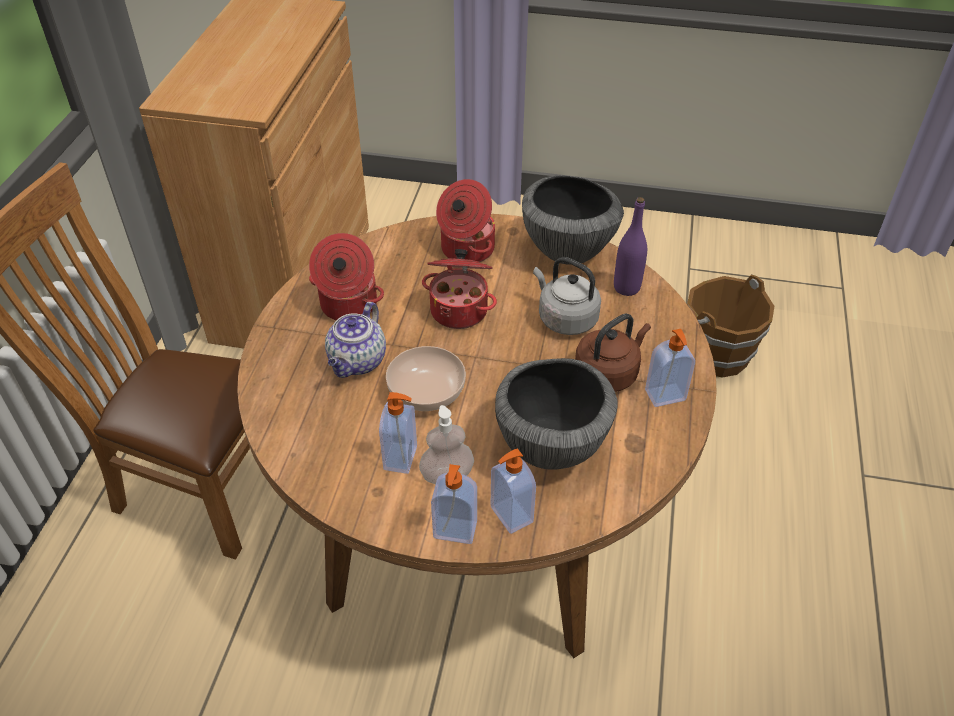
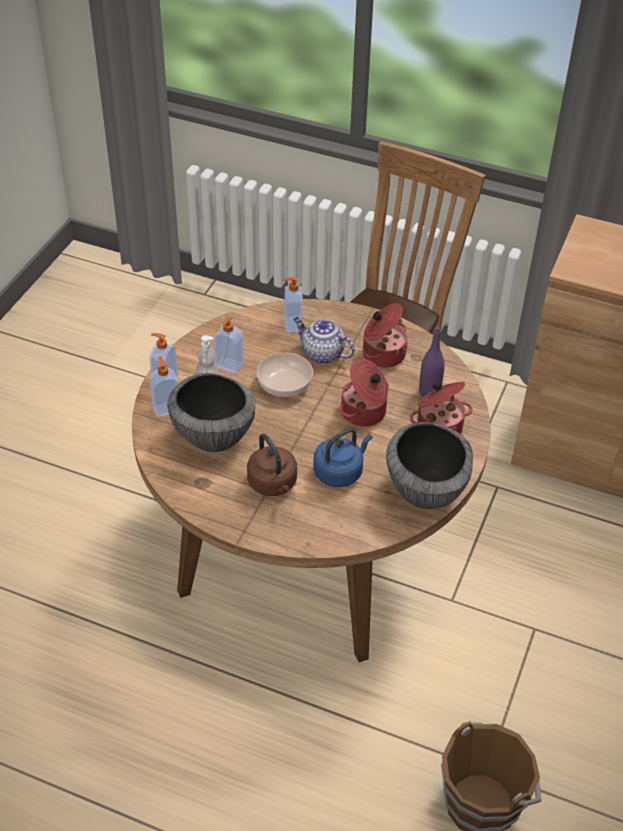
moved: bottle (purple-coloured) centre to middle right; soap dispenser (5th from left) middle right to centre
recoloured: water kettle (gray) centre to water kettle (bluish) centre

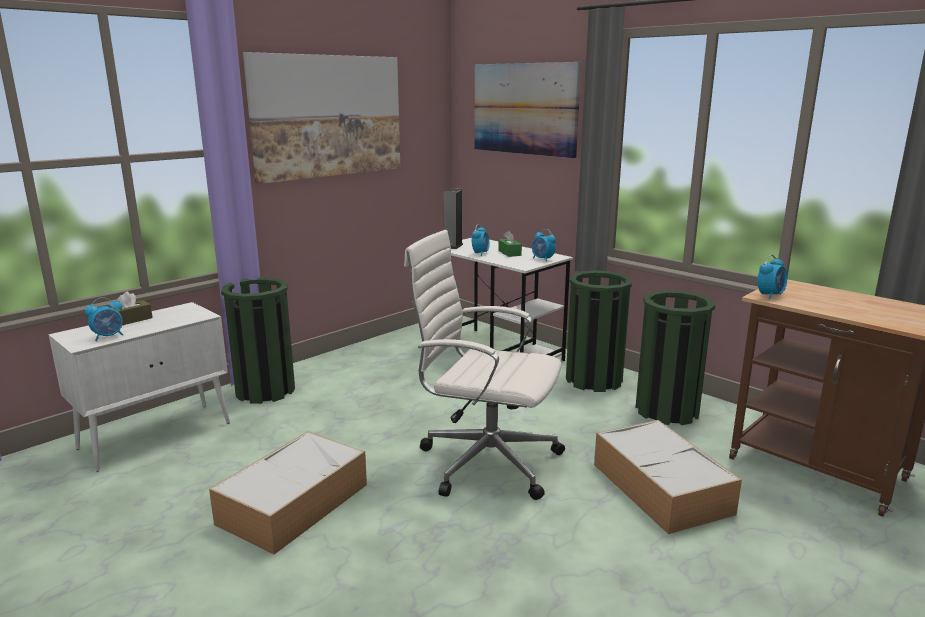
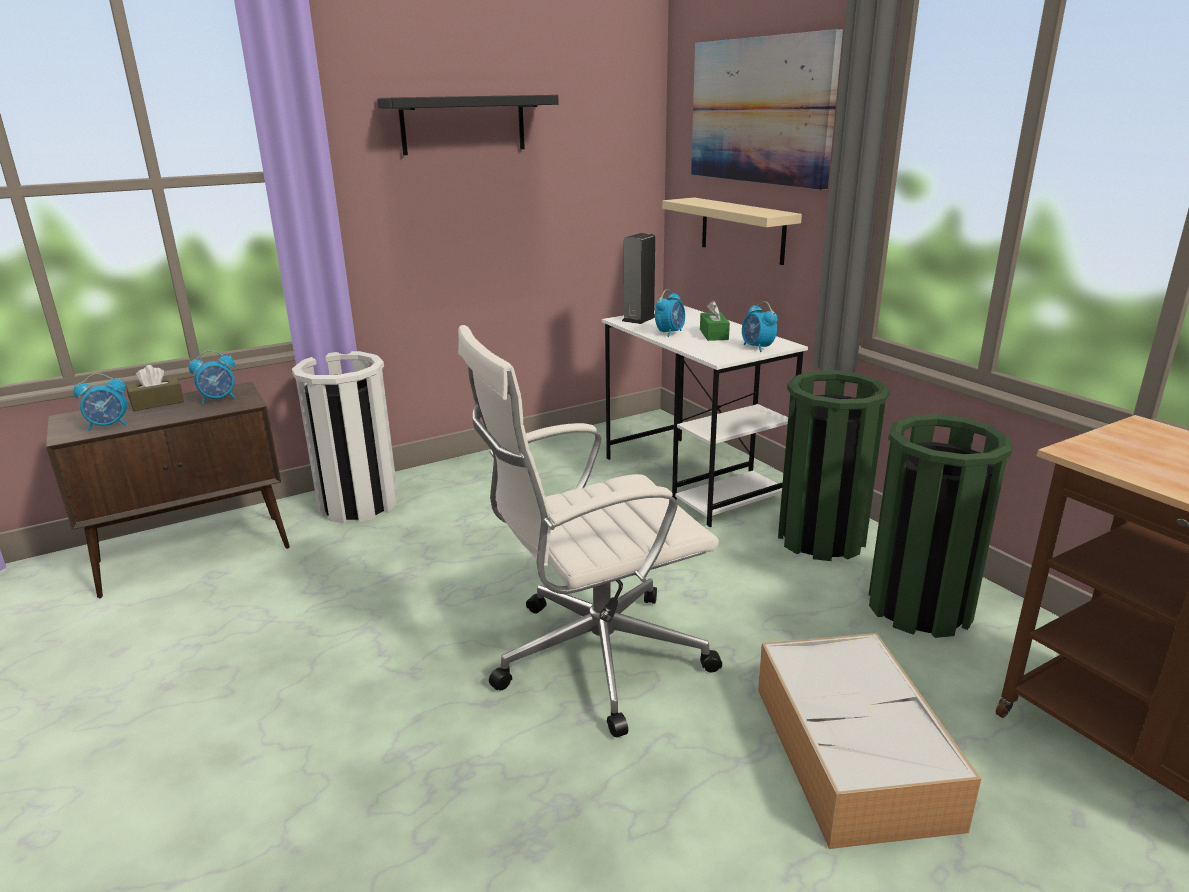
removed: storage bin (1st from left) bottom left
added: shelf (beige-coloured) top centre
moved: bedside clock (4th from left in the first image) middle right to bedside clock (2nd from left) middle left
replaced: wall picture (1st from left) top centre to shelf (blackish) top centre
recoloured: cabinet (whitish) middle left to cabinet (brown) middle left; rubbish bin (greenish) (1st from left) middle left to rubbish bin (whitish) middle left
turned: desk chair (whitish) centre = centre 60 degrees counterclockwise

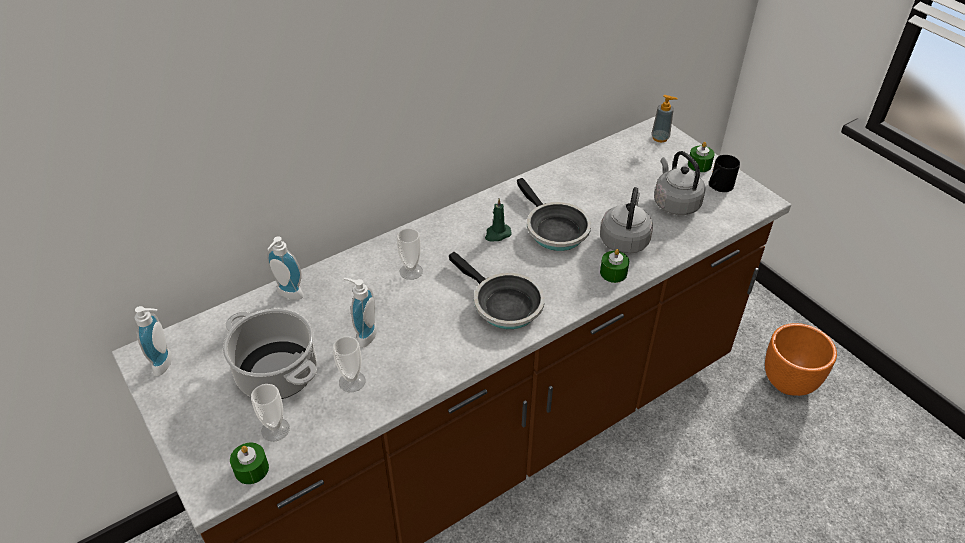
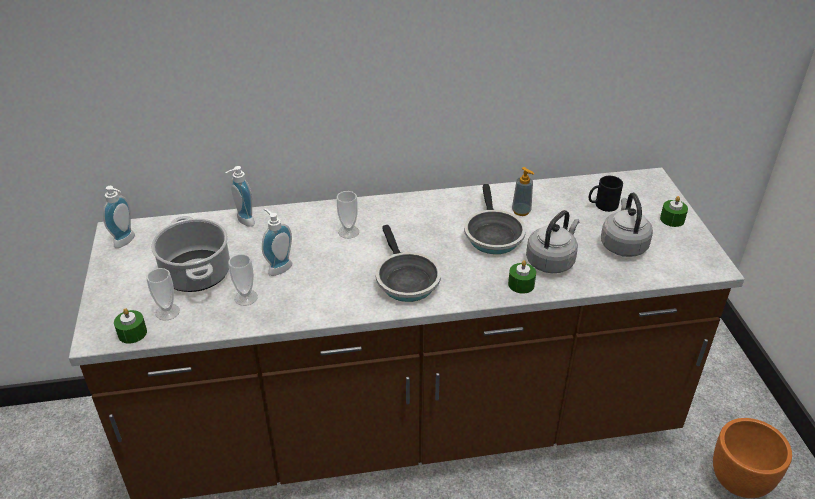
removed: wax candle (greenish) (2nd from left) centre
moved: soap dispenser (4th from left) top right to centre; tea mug (blackish) top right to middle right

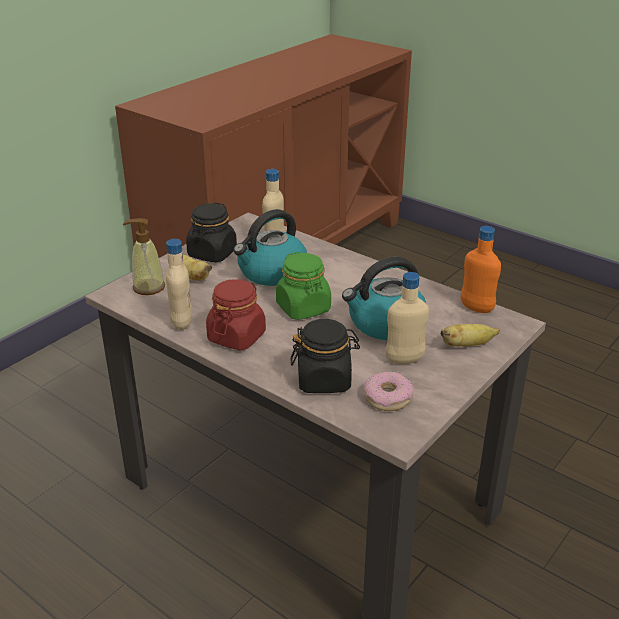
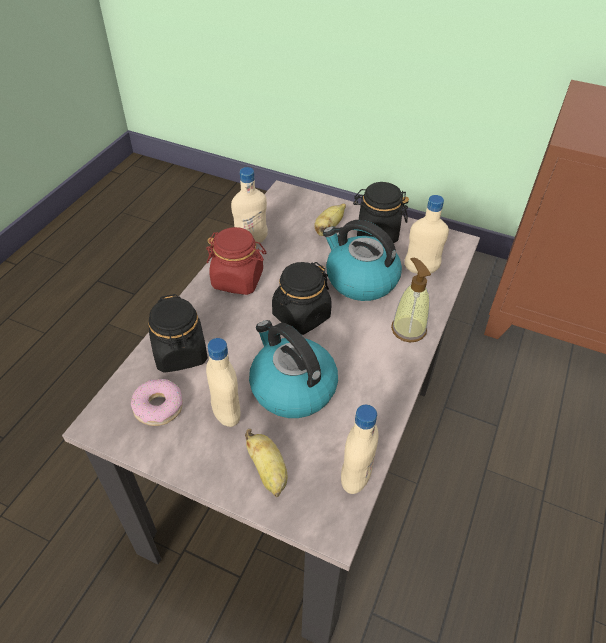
moved: soap dispenser middle left to middle right
recoloured: preserve jar (greenish) centre to preserve jar (blackish) (2nd from left) centre; bottle (orange) middle right to bottle (beige-coloured) (3rd from left) bottom centre

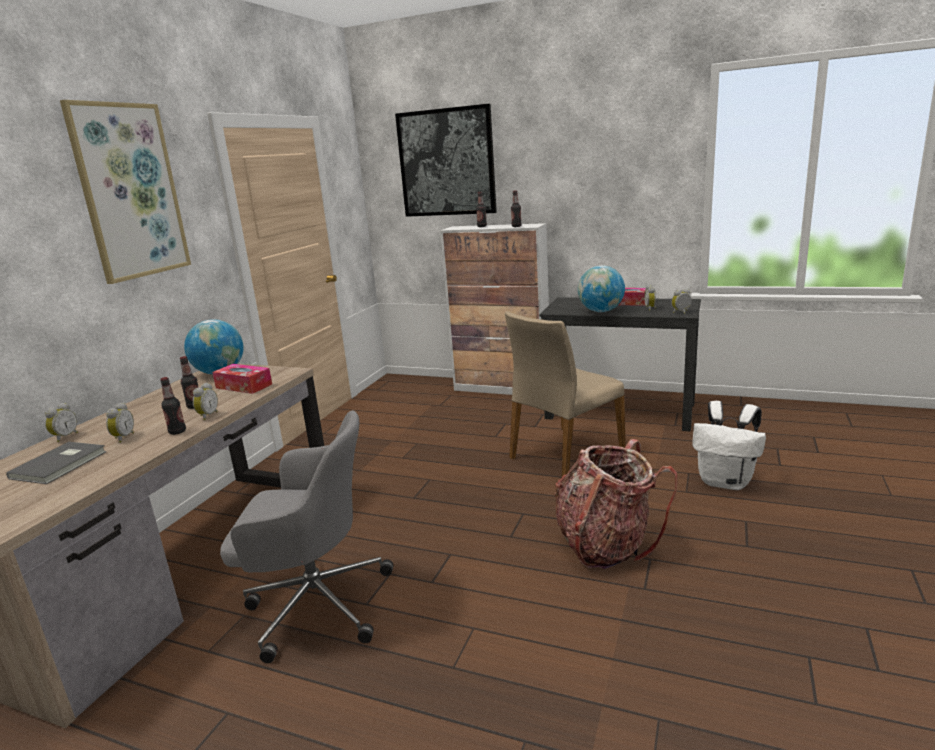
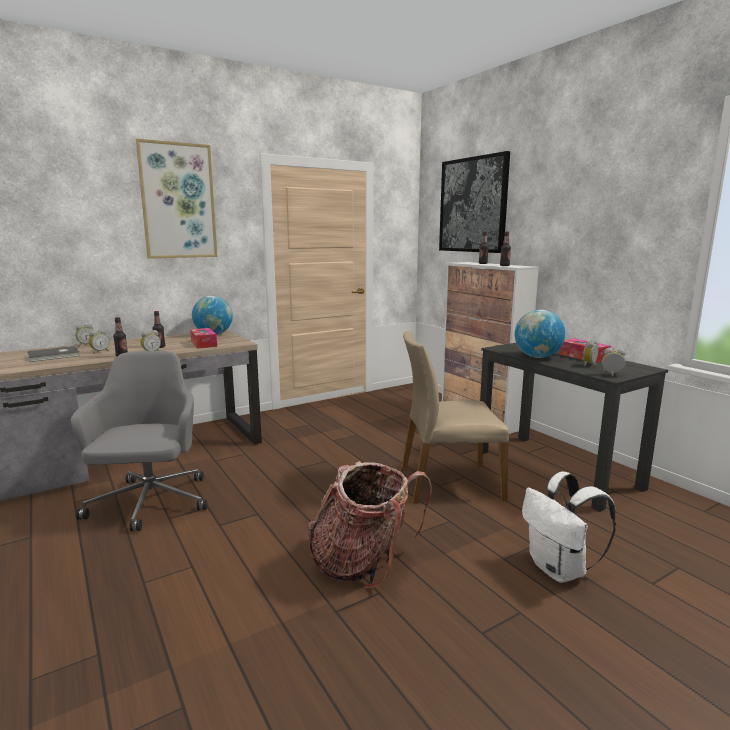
turned: desk chair (gray) bottom left = middle left 135 degrees counterclockwise

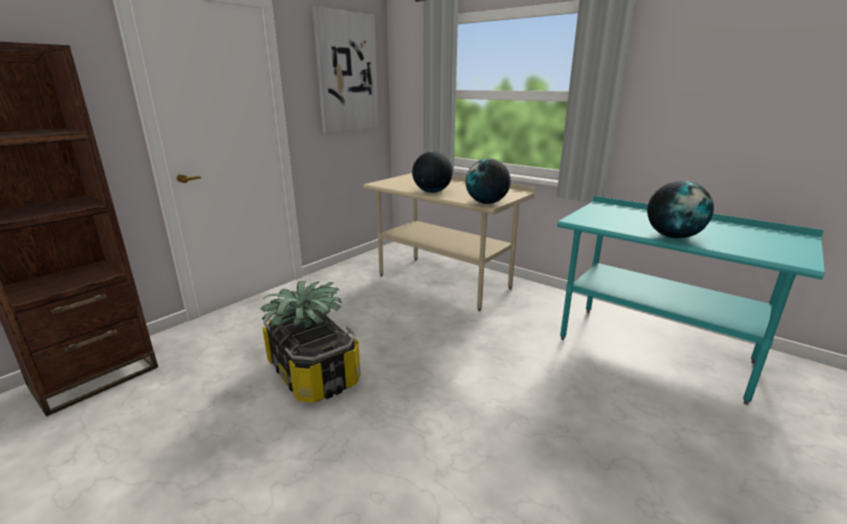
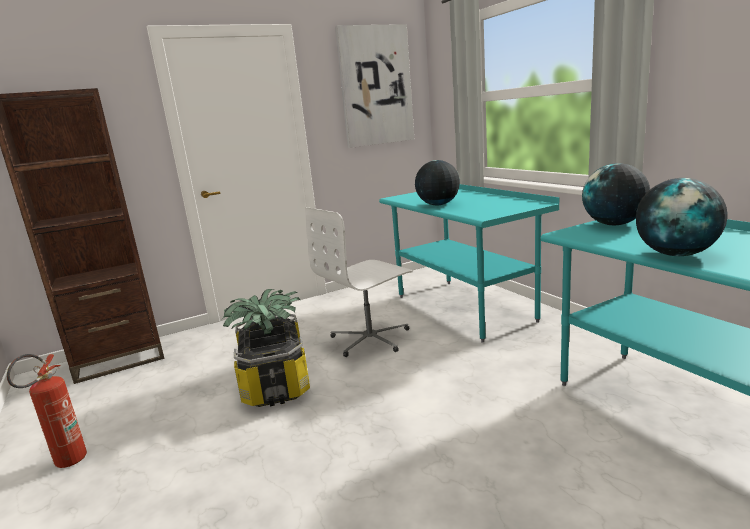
added: fire-fighting cylinder bottom left; desk chair (whitish) centre
moved: desk globe (2nd from left) centre to middle right
recoloured: desk table (beige-coloured) centre to desk table (turquoise-coloured) (1st from left) centre

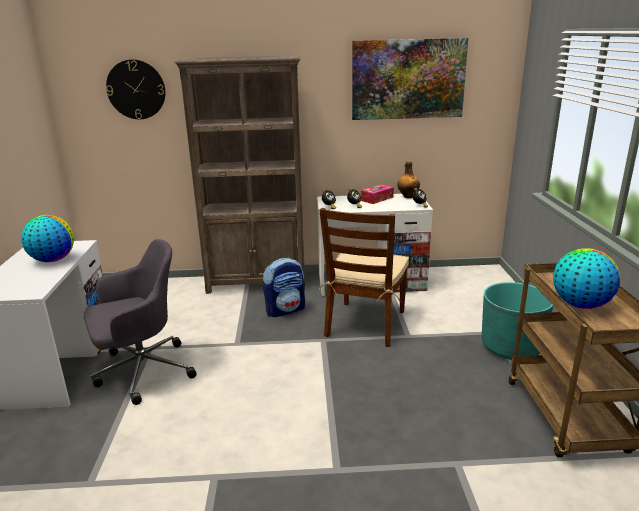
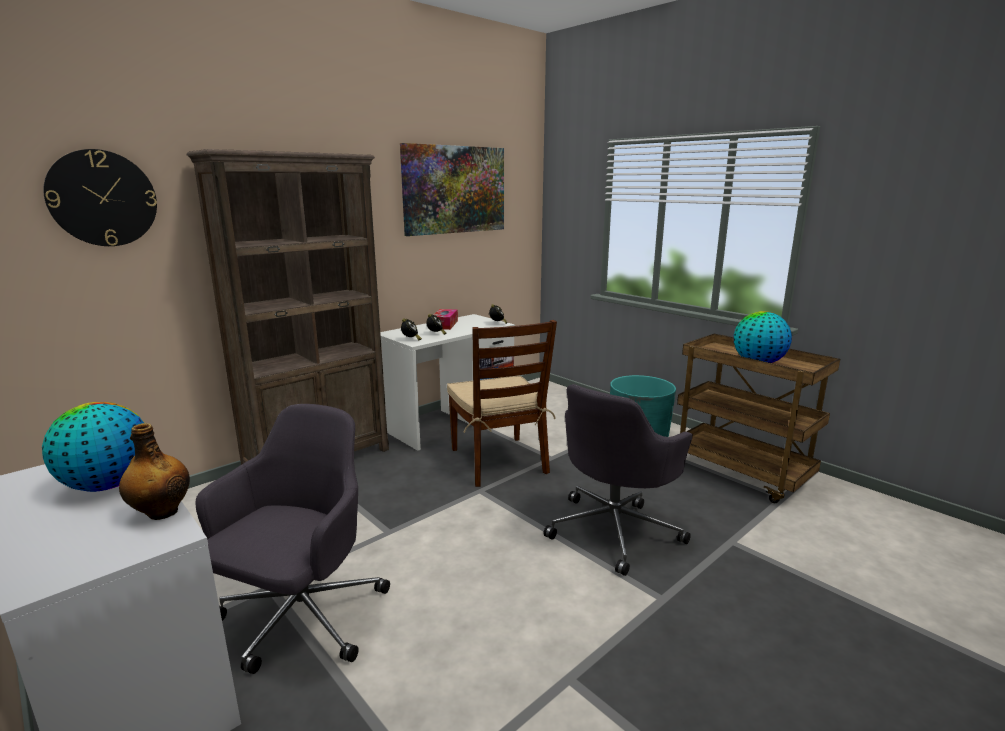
removed: knapsack centre
added: desk chair (gray) (2nd from left) centre
moved: bottle centre to middle left

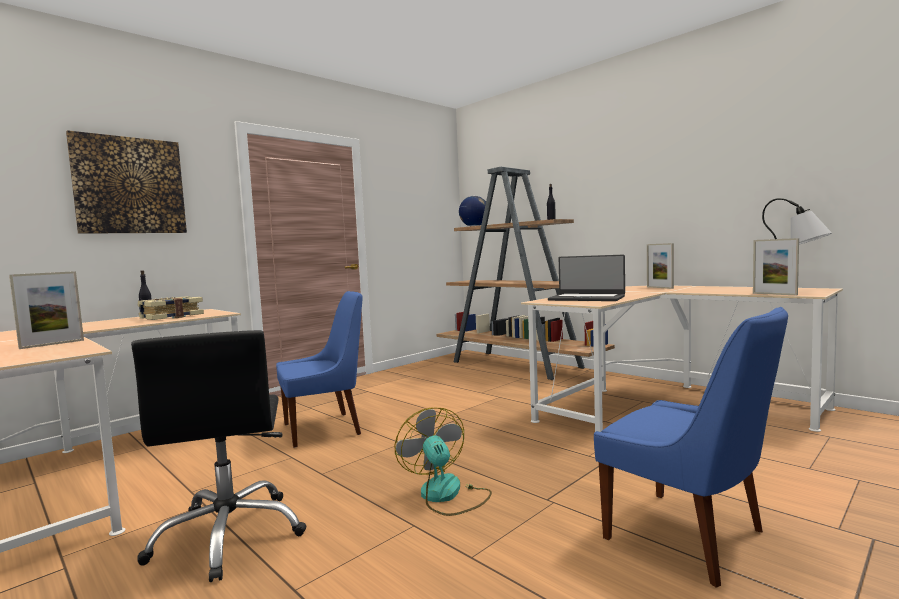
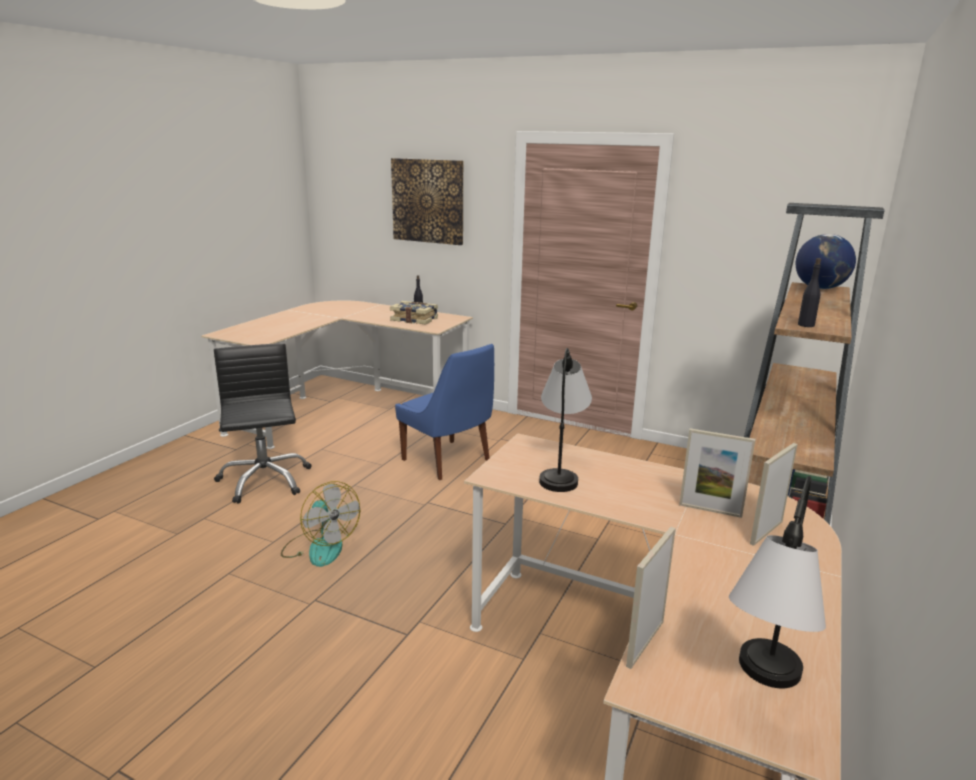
removed: upright chair (bluish) (2nd from left) bottom right
moved: picture frame (1st from left in the first image) middle left to picture frame (2nd from left) middle right
replaced: laptop centre to tabletop lamp (1st from left) centre
turned: desk chair (blackish) bottom left = middle left 105 degrees clockwise; electric fan bottom centre = bottom left 90 degrees clockwise

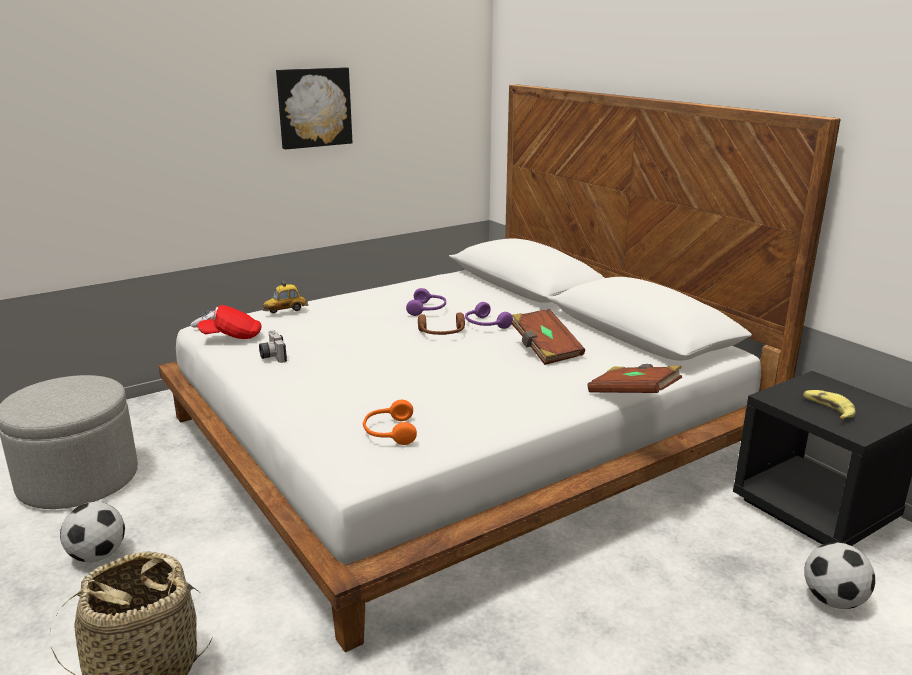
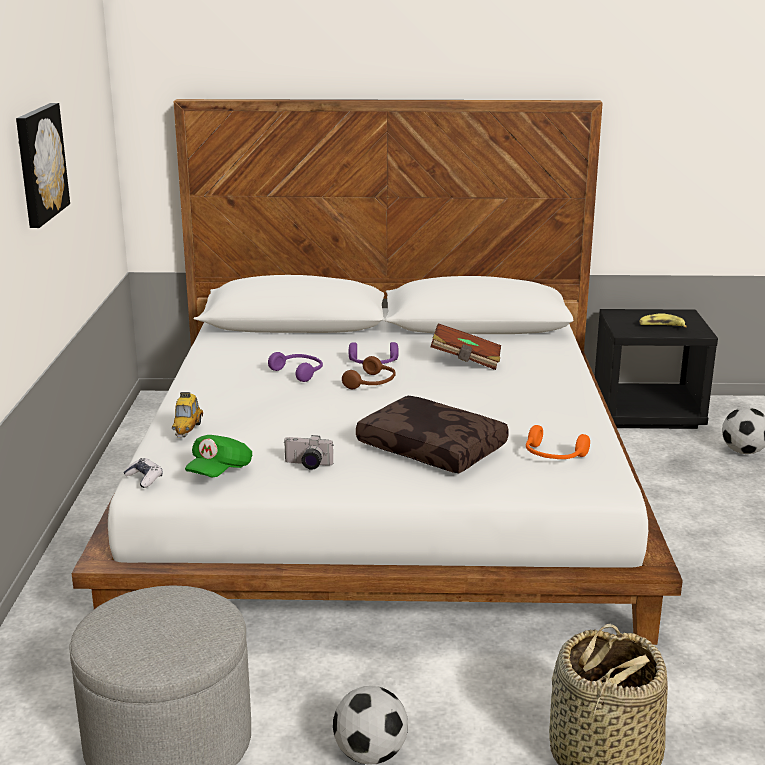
removed: book (brown) (2nd from left) middle right
added: pillow (brown) centre
recoloured: peaked cap (red-coloured) middle left to peaked cap (greenish) middle left

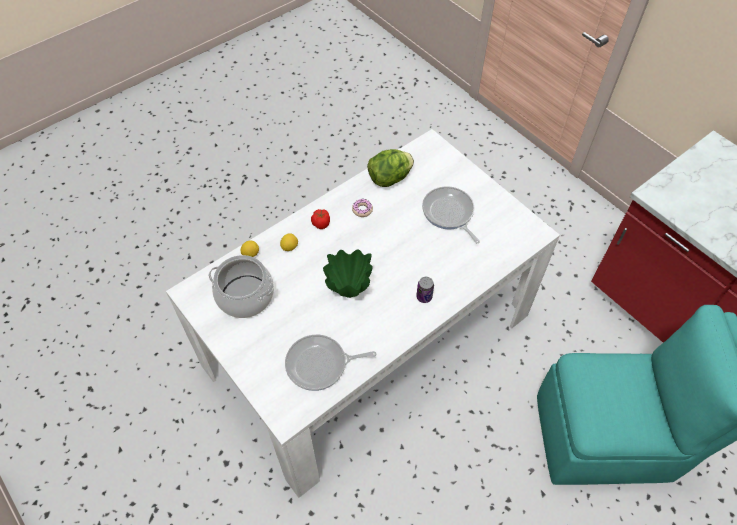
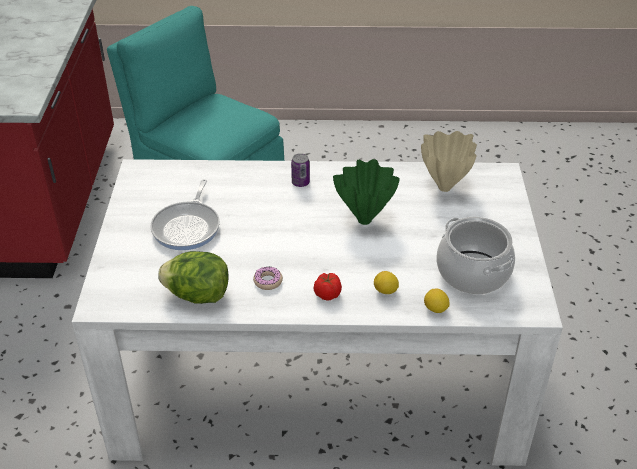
replaced: frying pan (1st from left) bottom centre to flower vase (beige-coloured) middle right

